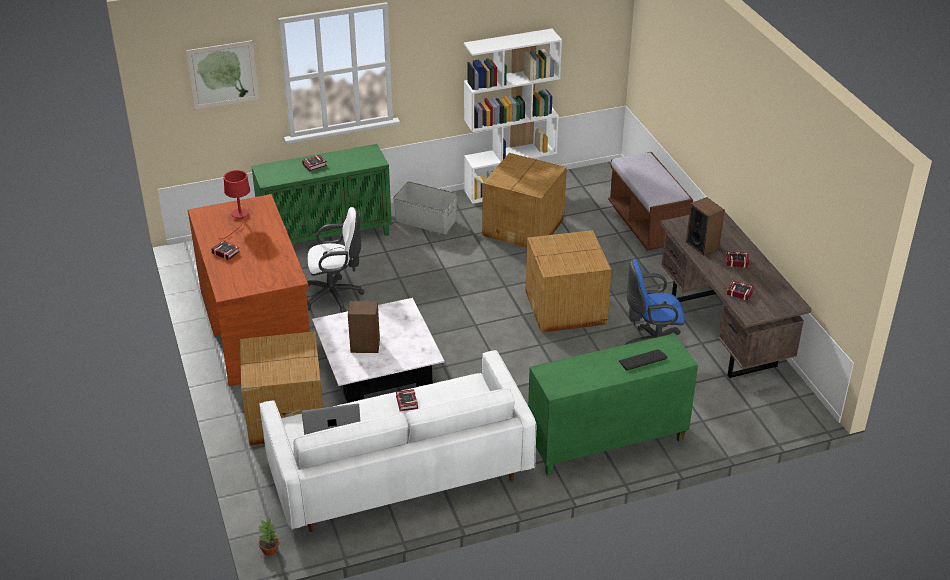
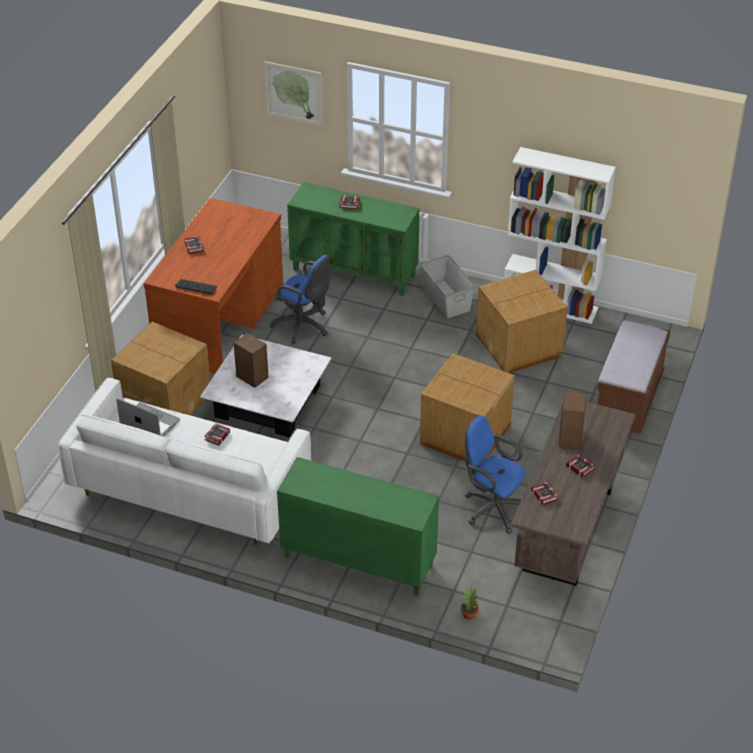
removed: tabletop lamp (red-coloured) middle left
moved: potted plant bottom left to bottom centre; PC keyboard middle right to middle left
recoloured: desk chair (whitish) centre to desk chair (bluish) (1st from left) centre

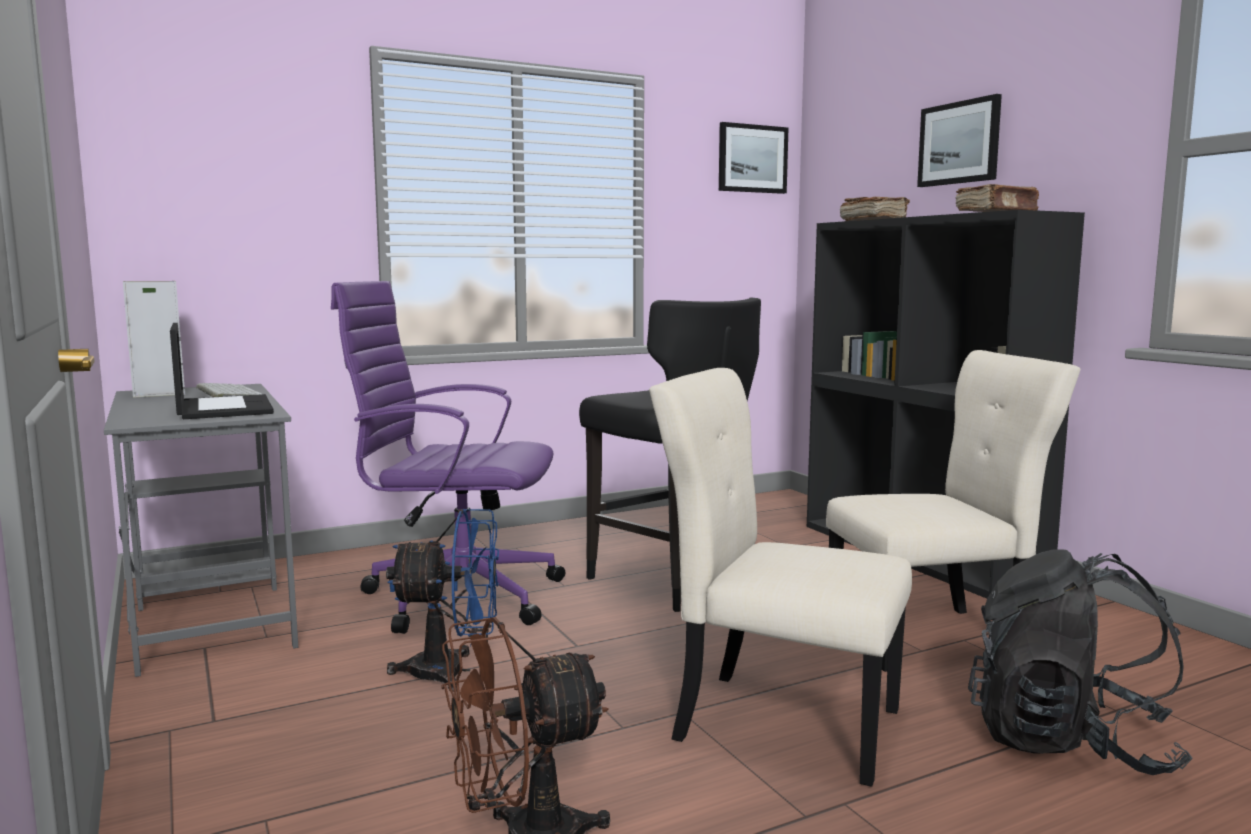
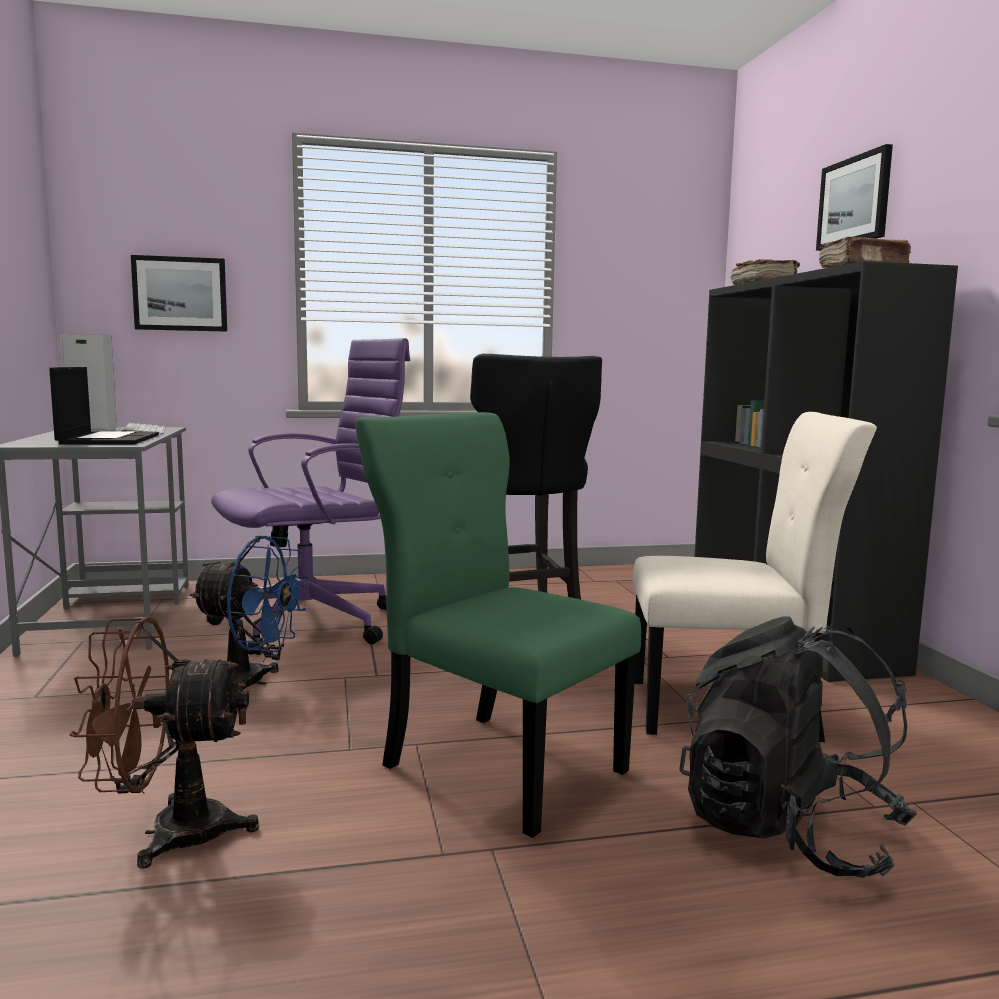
moved: wall picture (1st from left) top centre to top left
recoloured: upright chair (beige-coloured) (1st from left) bottom centre to upright chair (greenish) centre
turned: desk chair (purple-coloured) centre = middle left 120 degrees clockwise

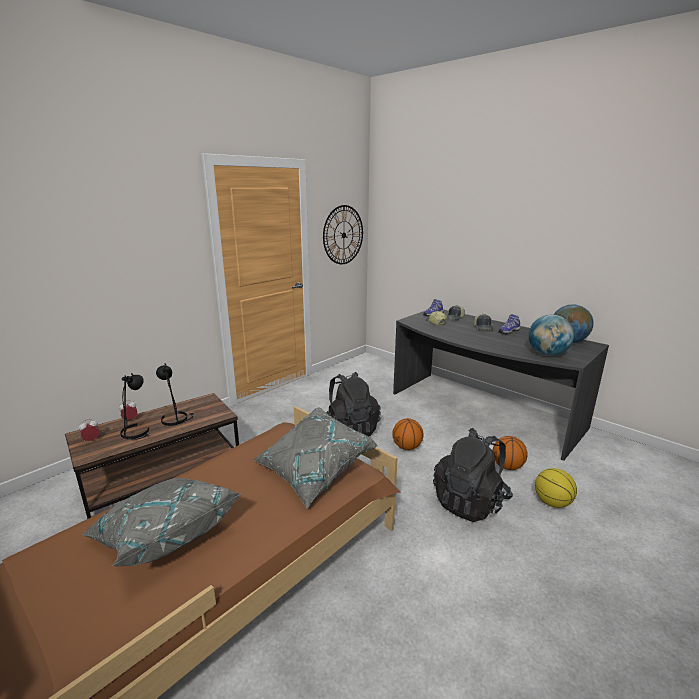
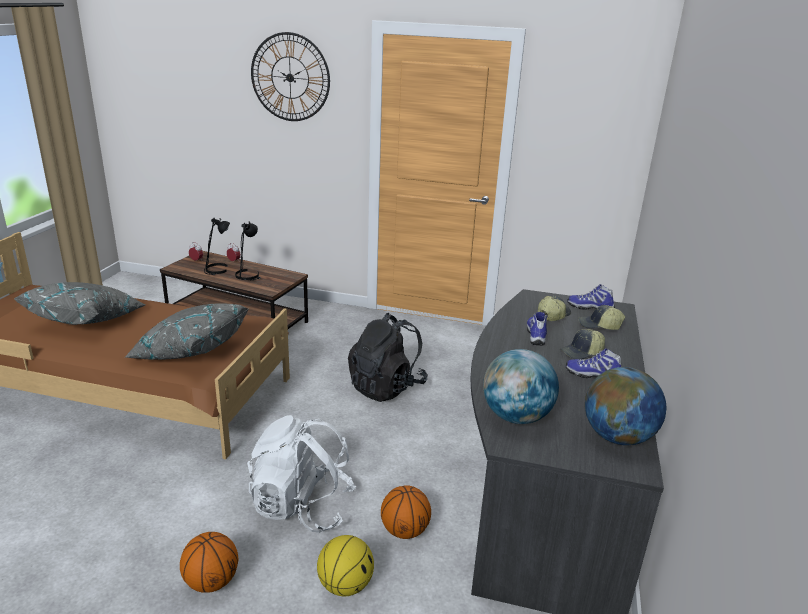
added: item of footwear (1st from left) centre
moved: clock on the wall centre to top centre; basketball (1st from left) centre to bottom left
recoloured: knapsack (blackish) (2nd from left) bottom right to knapsack (whitish) bottom centre

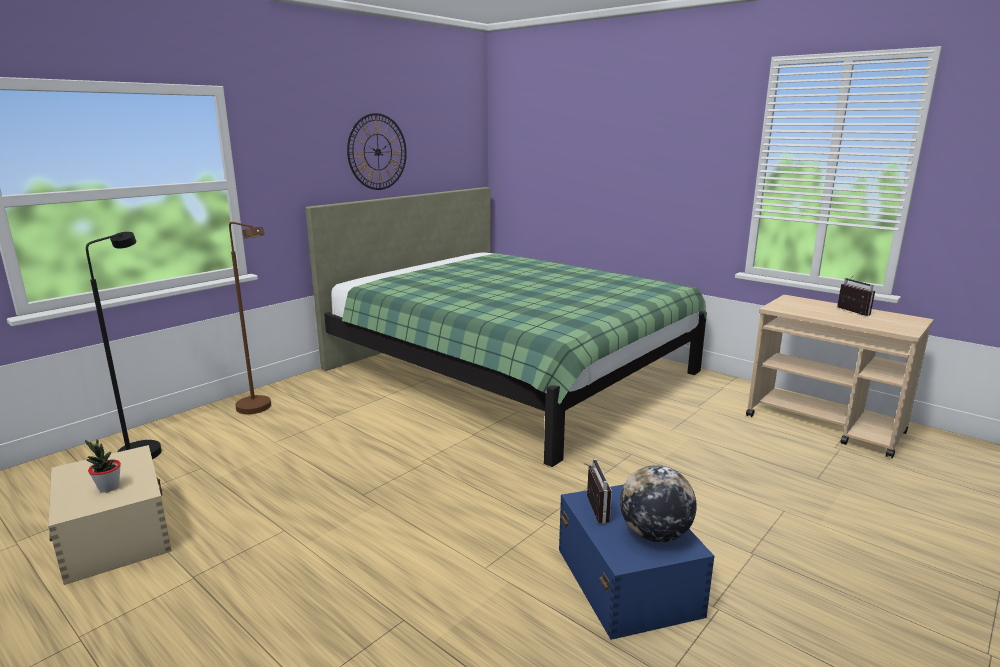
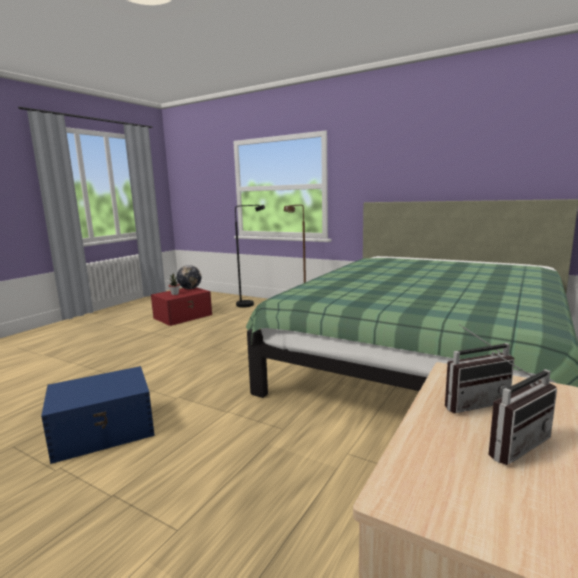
removed: clock on the wall top centre
moved: radio set (1st from left) bottom centre to middle right; desk globe bottom centre to middle left
recoloured: storage bin (beige-coloured) bottom left to storage bin (red-coloured) middle left

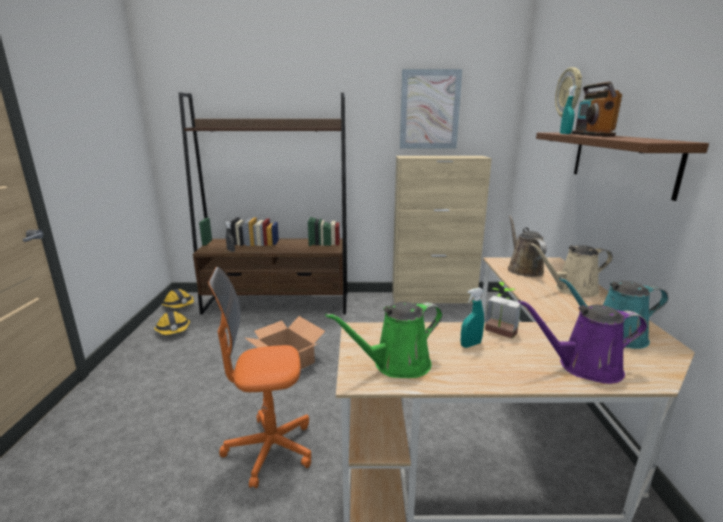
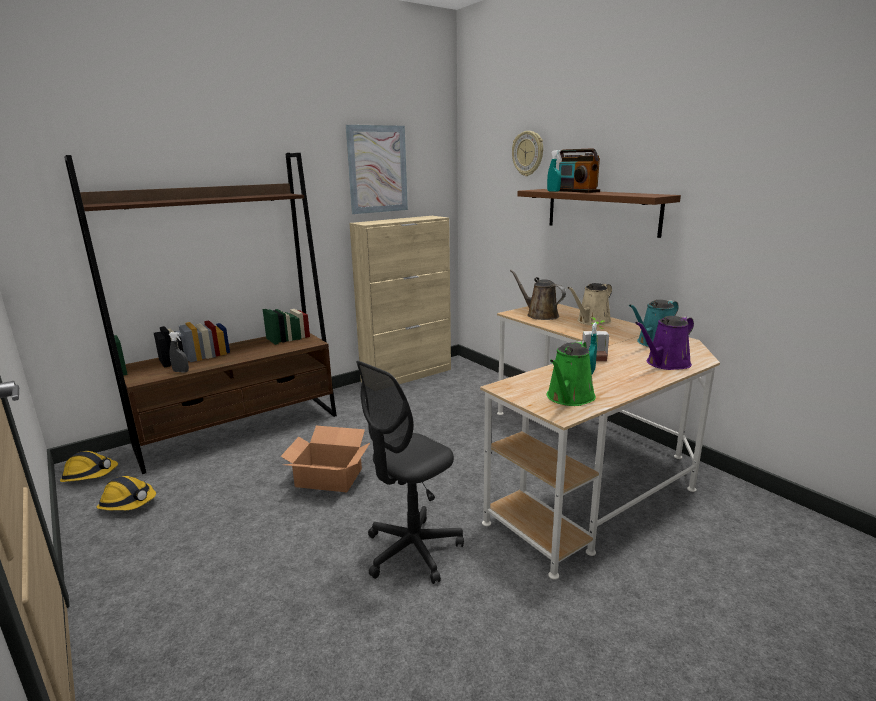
recoloured: desk chair (orange) bottom centre to desk chair (gray) bottom centre

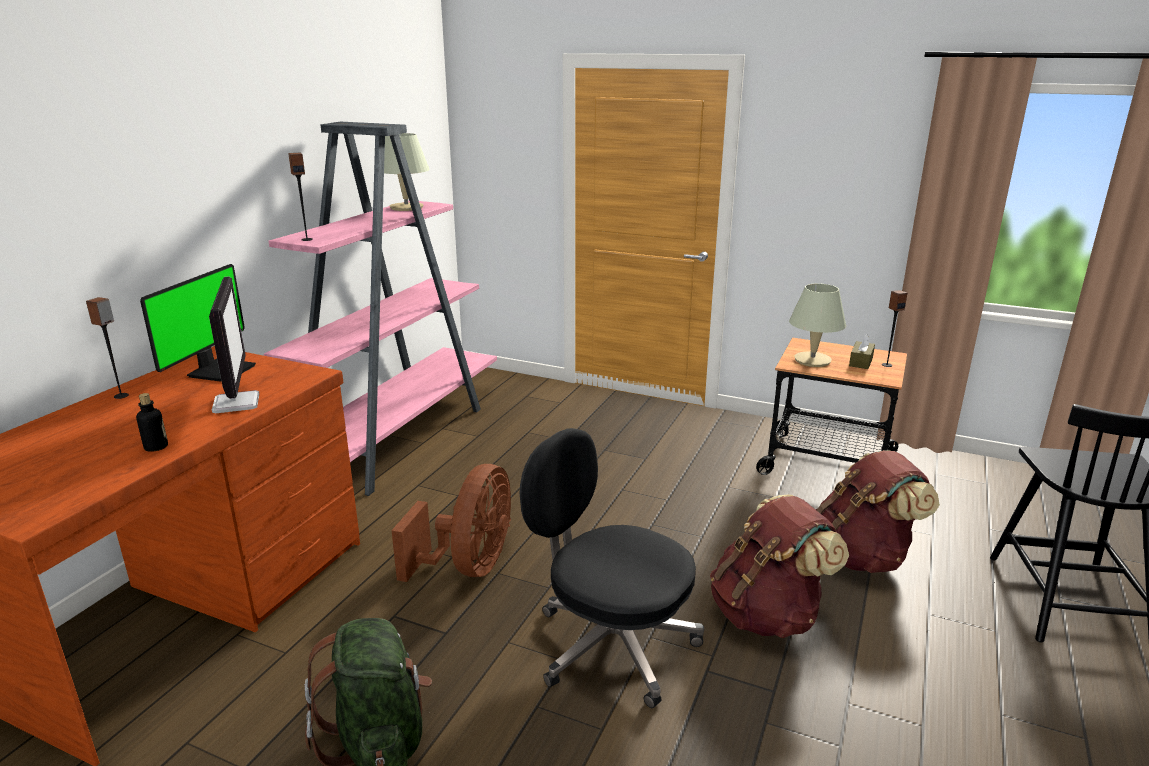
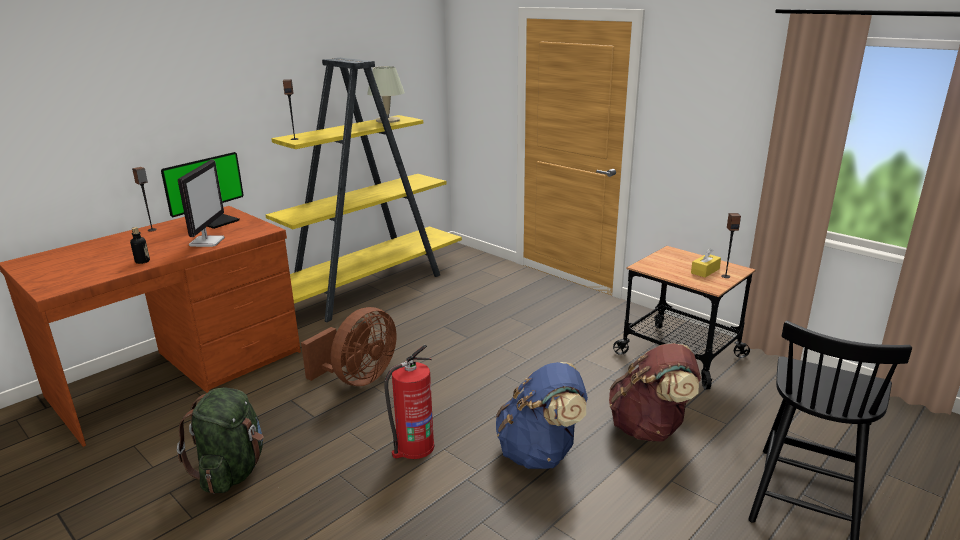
removed: tabletop lamp (beige-coloured) (2nd from left) middle right
replaced: desk chair (blackish) bottom centre to fire-fighting cylinder bottom centre
recoloured: shelving unit (pink-coloured) middle left to shelving unit (yellow) centre; knapsack (brown) (1st from left) bottom right to knapsack (bluish) bottom centre; tissue box (brown) middle right to tissue box (yellow) middle right

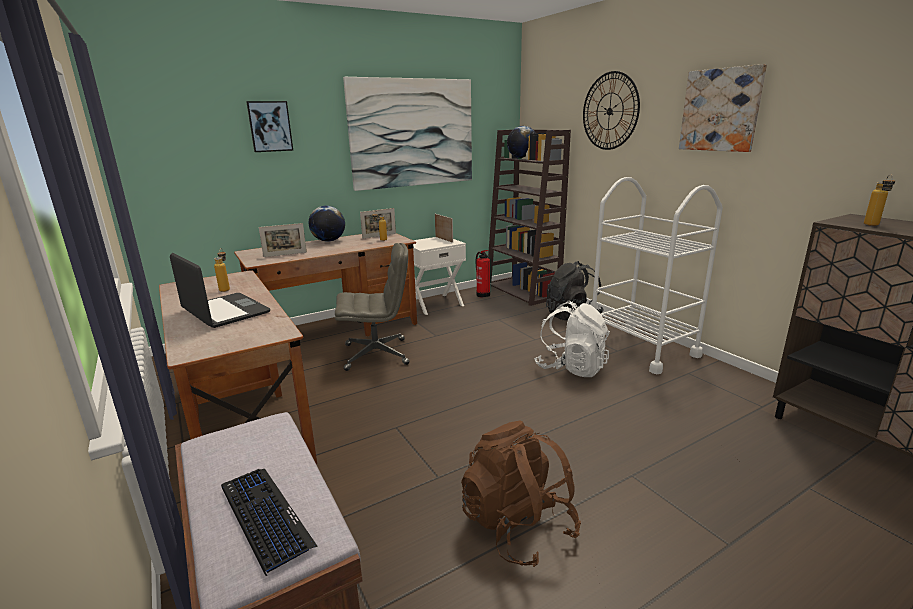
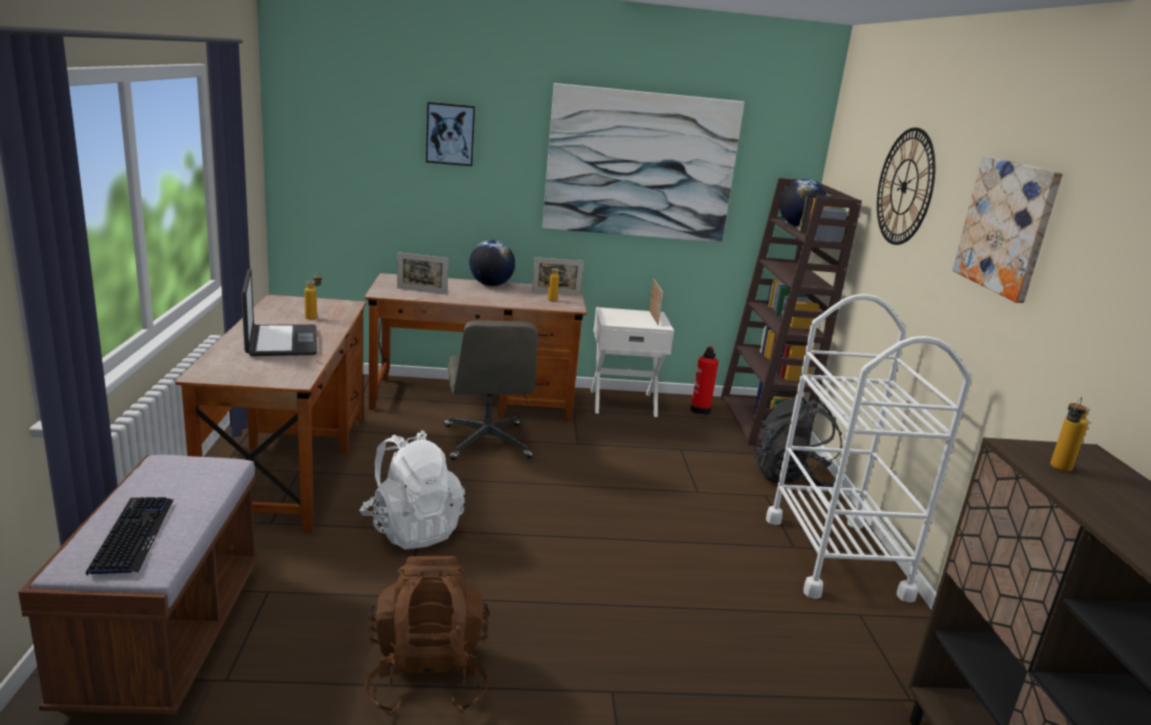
moved: knapsack (whitish) centre to bottom centre
turned: desk chair (gray) centre = centre 60 degrees clockwise

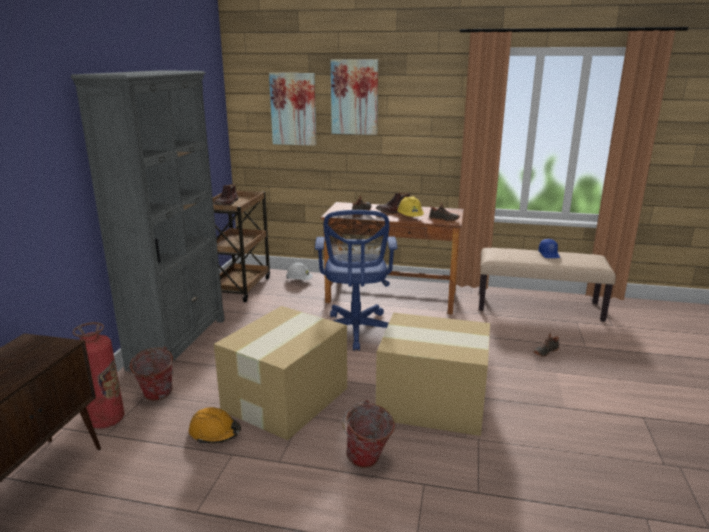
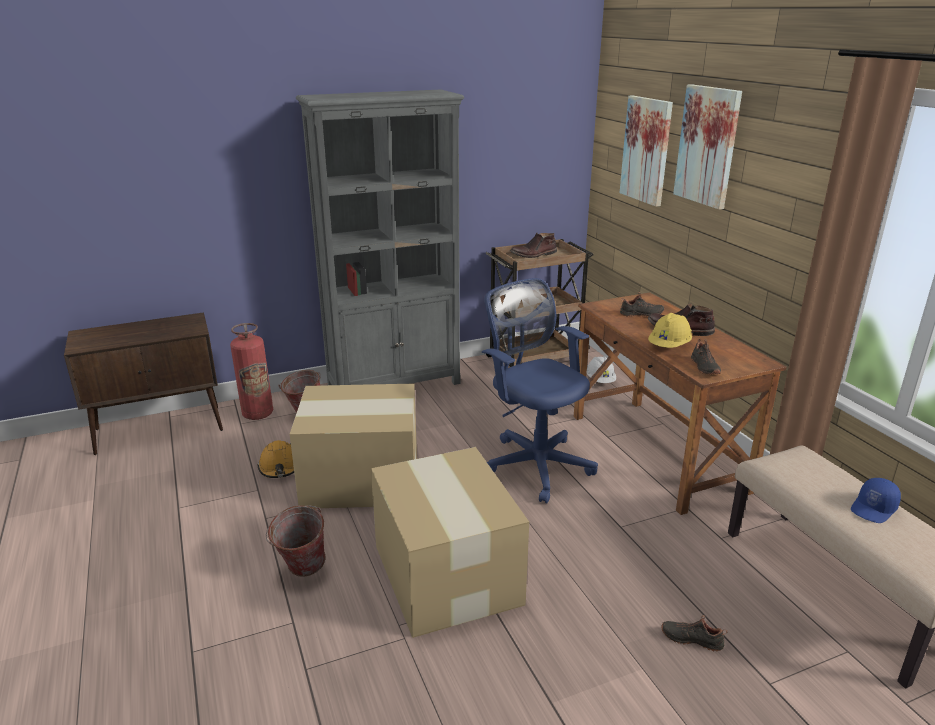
turned: desk chair (bluish) centre = centre 90 degrees clockwise

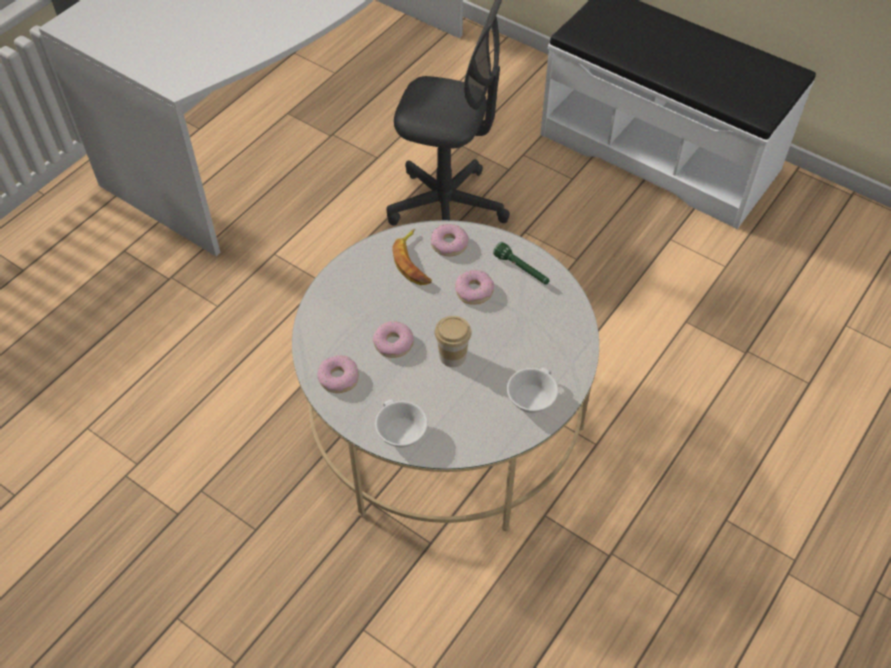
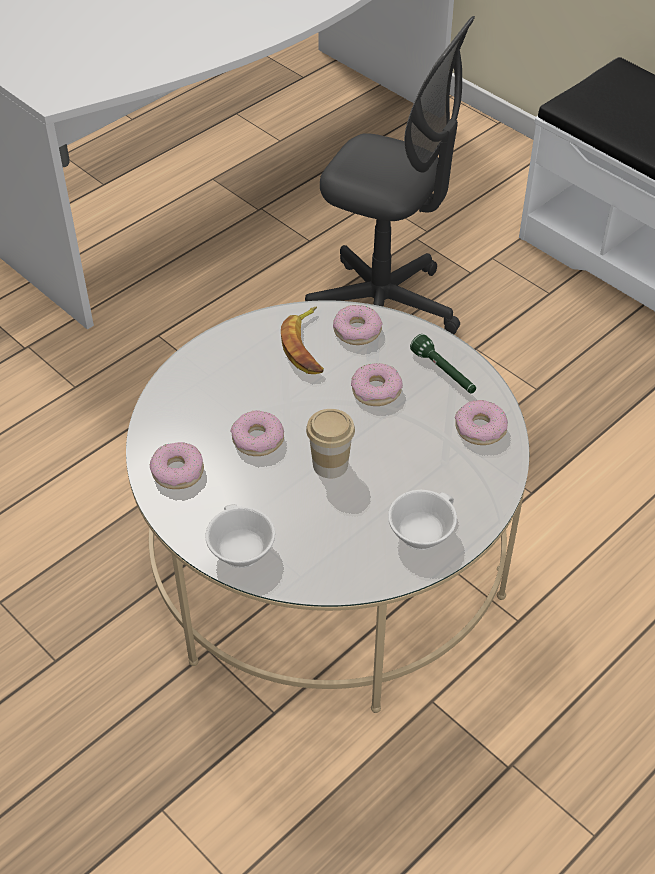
added: donut (5th from left) middle right

